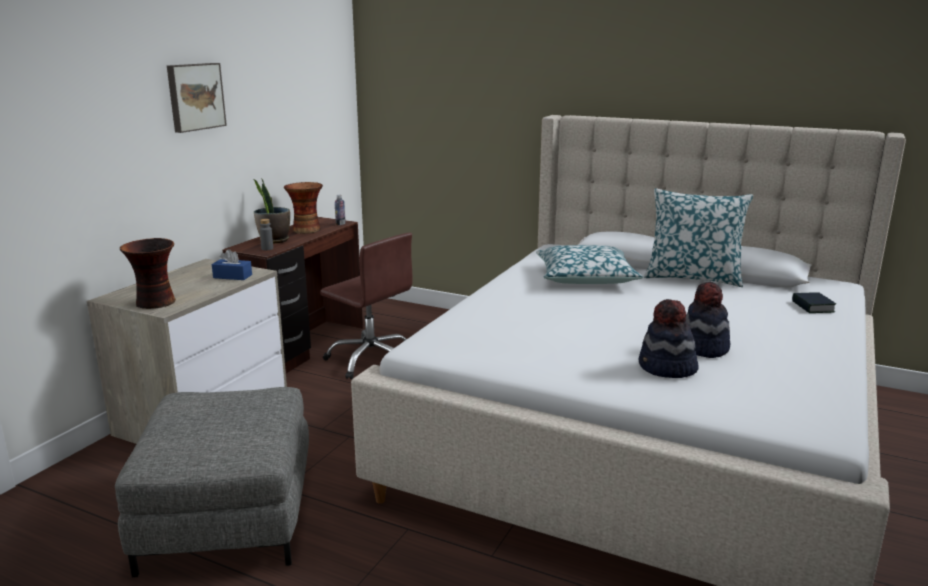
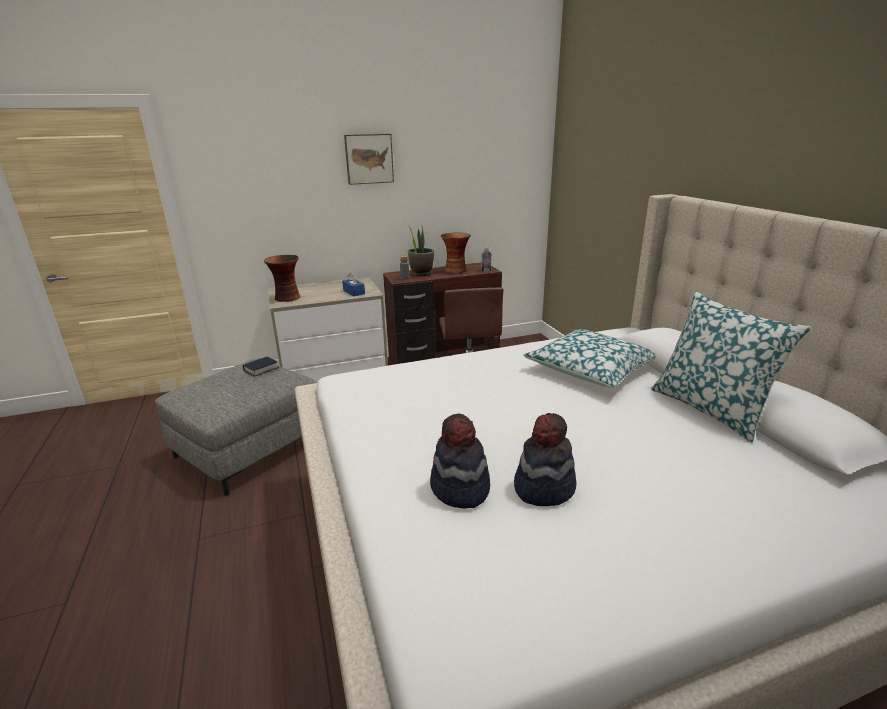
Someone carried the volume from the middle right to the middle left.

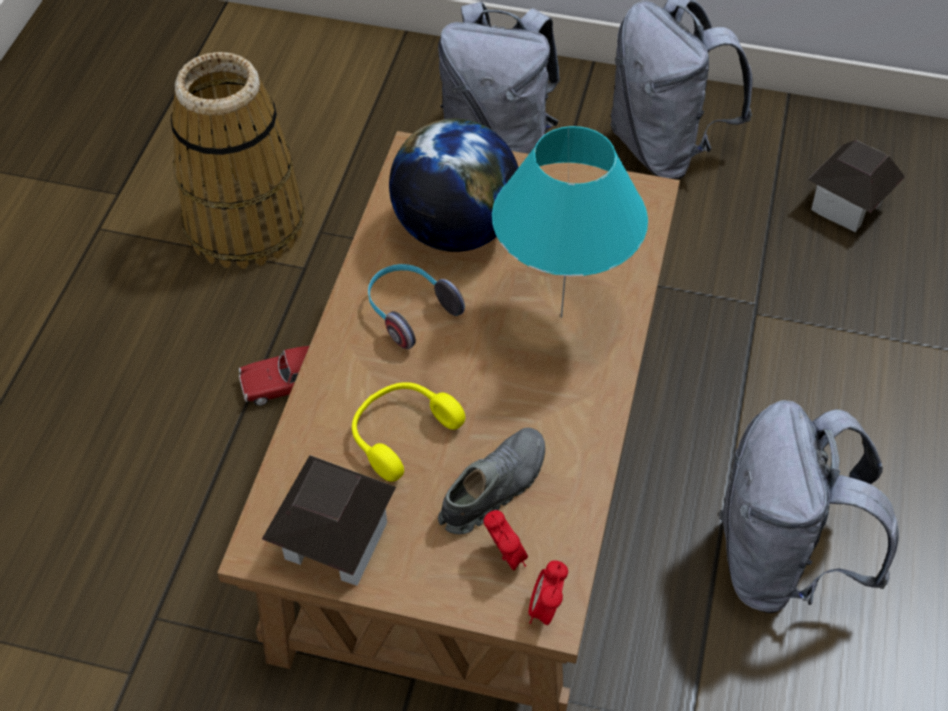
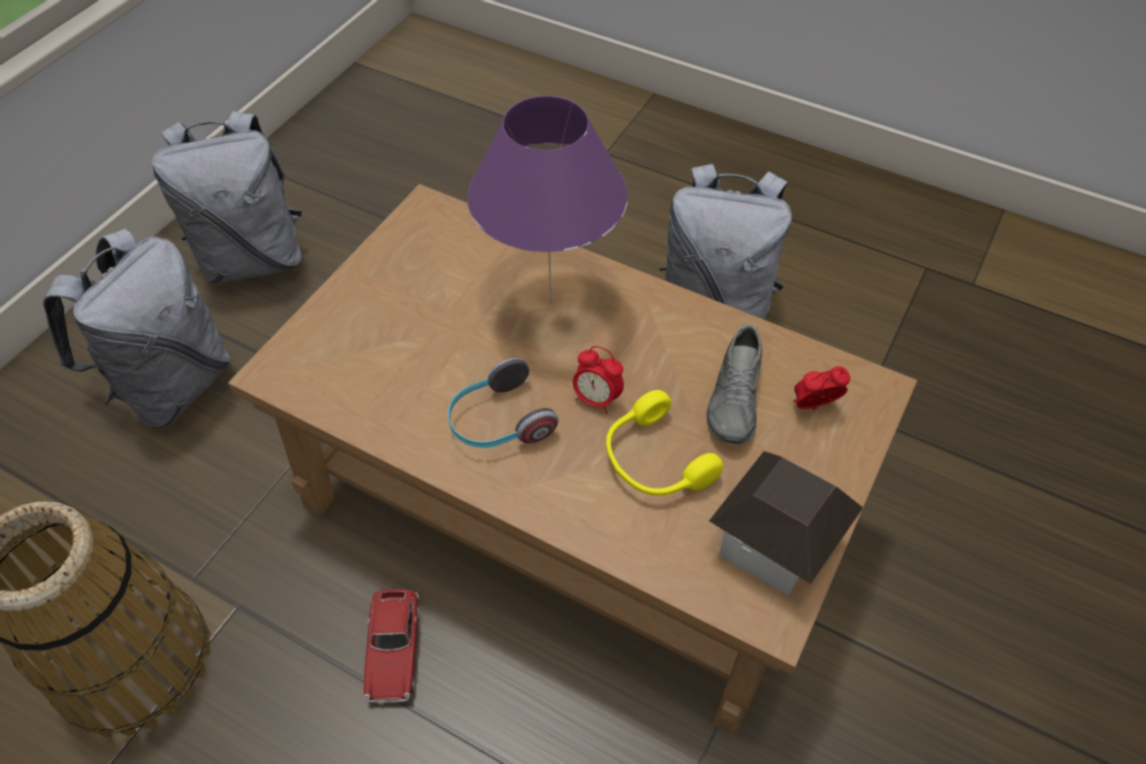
Someone took away the globe at the top centre.
Someone took away the miniature house (2nd from left) at the top right.
Someone carried the alarm clock (2nd from left in the first image) from the bottom centre to the centre.
Someone repainted the turquoise lamp for a table at the top centre, which became the purple lamp for a table at the top centre.
Someone rotated the gray shoe at the bottom centre by 135 degrees counterclockwise.

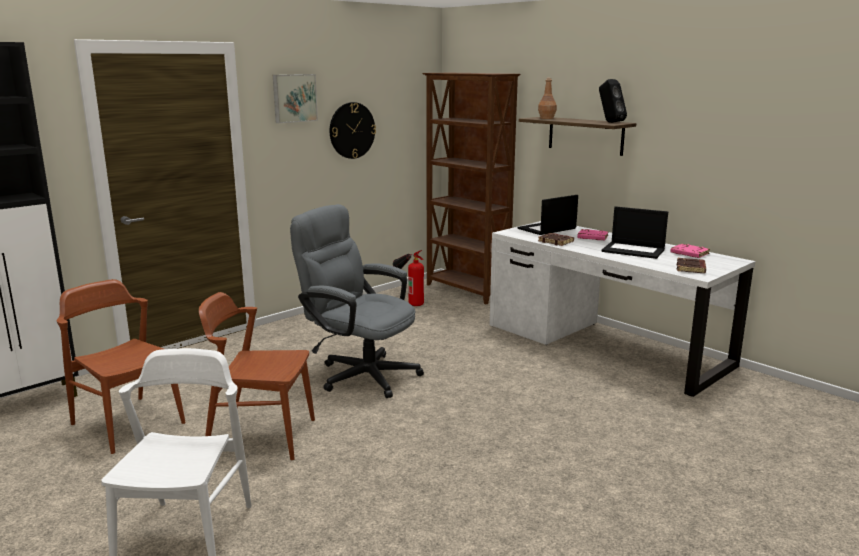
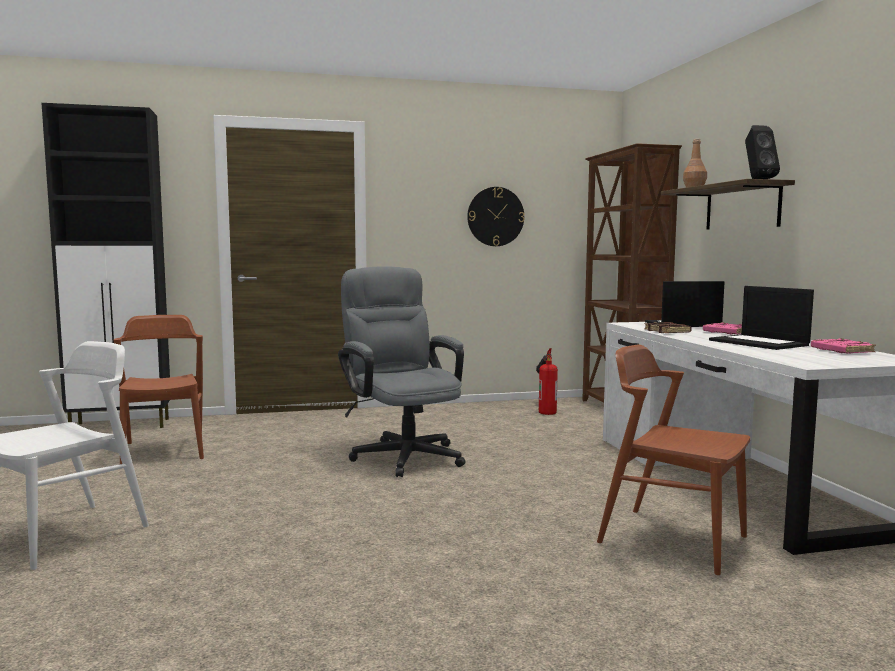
Someone took away the wall art at the top centre.
Someone took away the brownish volume (2nd from left) at the middle right.
Someone carried the brownish plain chair (2nd from left) from the bottom left to the bottom right.

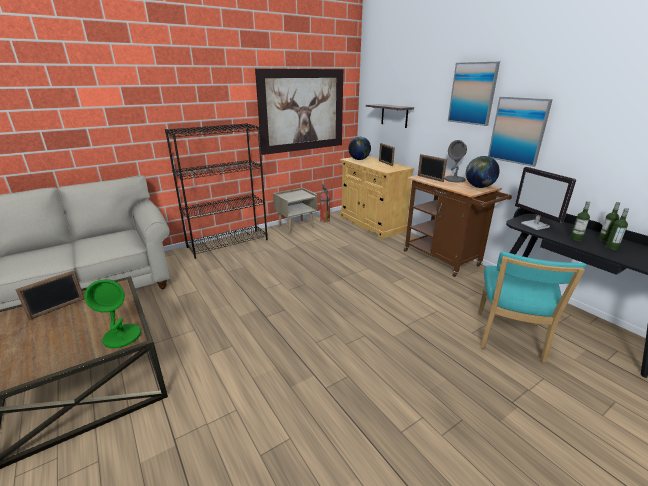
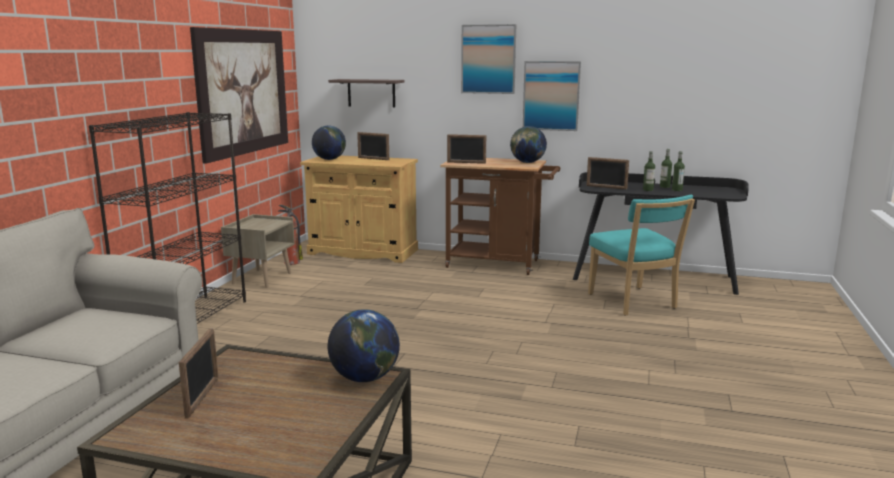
Someone took away the gray lamp for a table at the top right.
Someone swapped the green lamp for a table at the middle left for the globe (2nd from left) at the bottom centre.
Someone swapped the computer display at the middle right for the photo frame (4th from left) at the middle right.

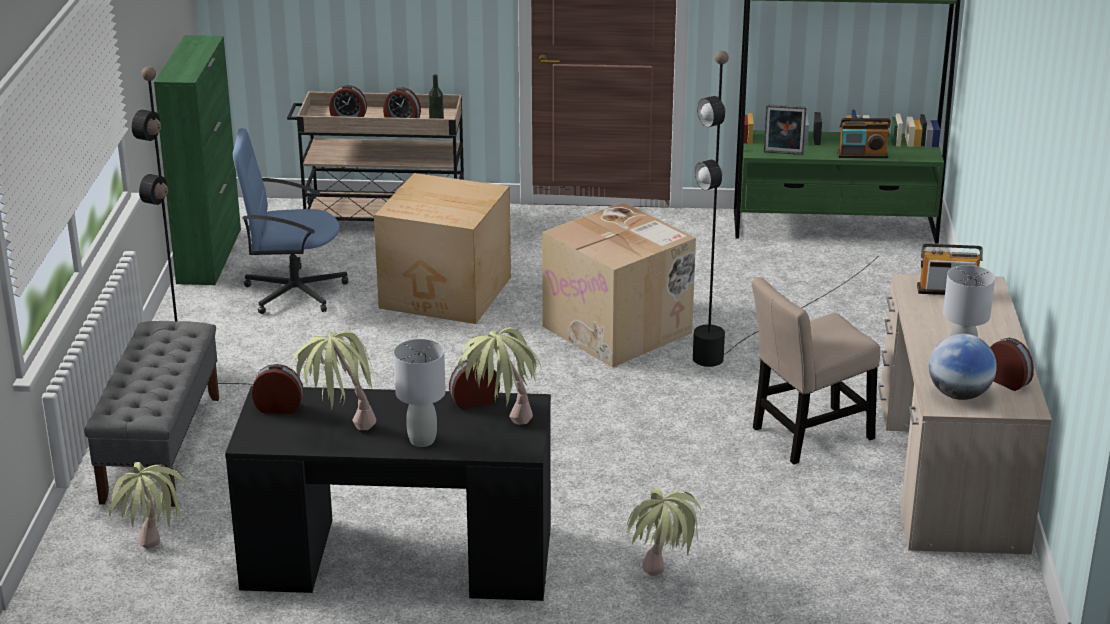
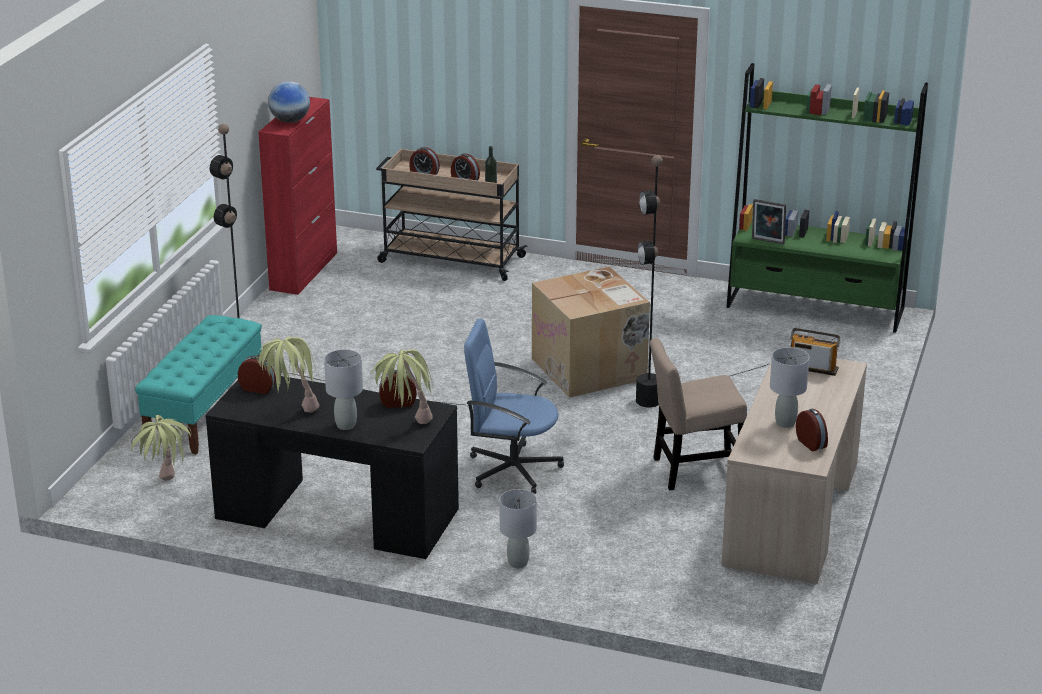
Someone took away the cardboard box (1st from left) at the centre.
Someone took away the radio set (1st from left) at the top right.
Someone carried the bluish desk chair from the middle left to the centre.
Someone carried the globe from the middle right to the top left.
Someone swapped the houseplant (4th from left) at the bottom centre for the gray lamp for a table (2nd from left) at the bottom centre.
Someone repainted the gray long seat at the middle left, which became the turquoise long seat at the middle left.
Someone repainted the green cabinet at the top left, which became the red cabinet at the top left.

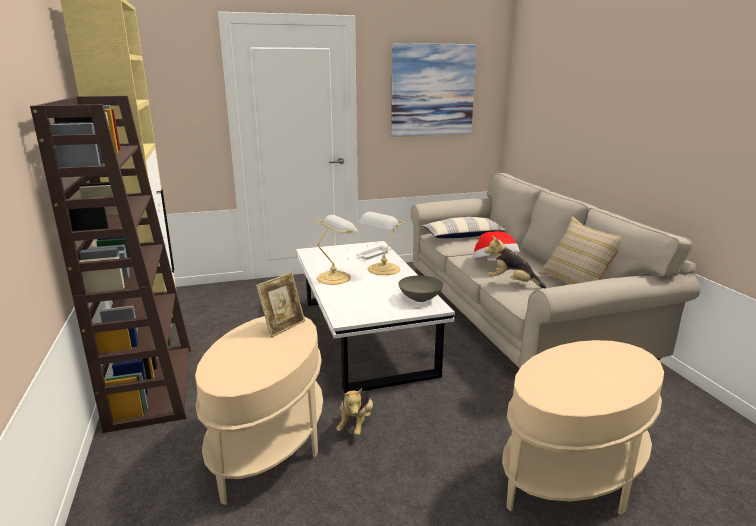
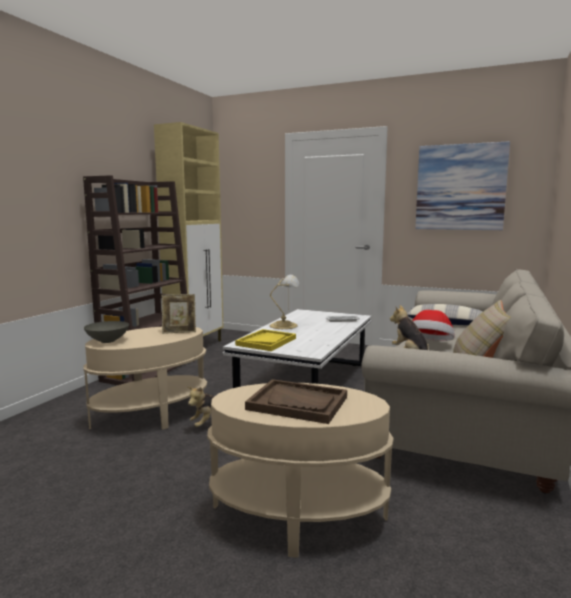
Someone took away the lamp for a table (2nd from left) at the centre.
Someone put down the yellowish carrying tray at the centre.
Someone put down the brownish carrying tray at the bottom centre.
Someone carried the gray deep dish from the centre to the middle left.

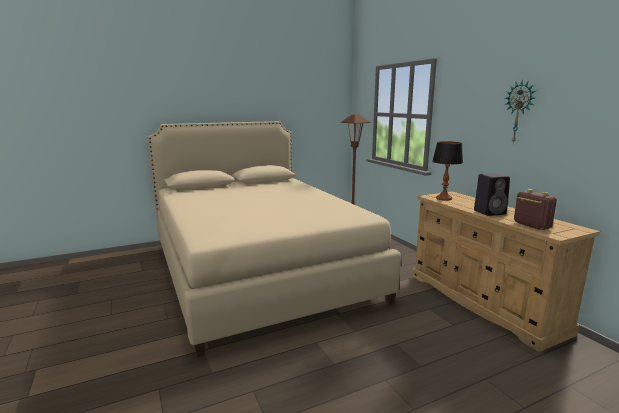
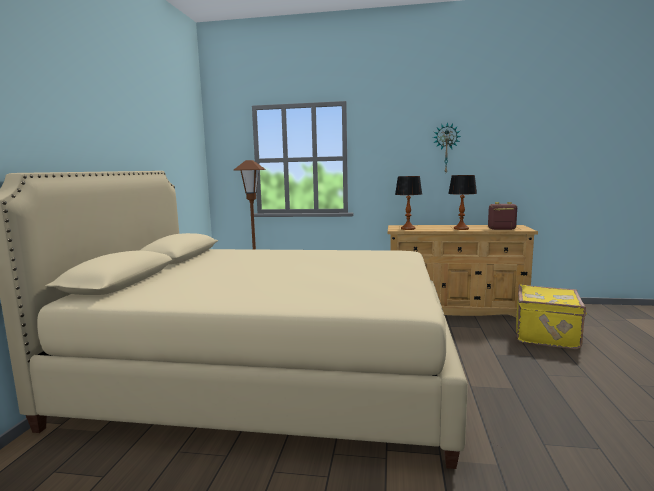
Someone put down the yellowish piece of luggage at the middle right.
Someone swapped the black speaker at the middle right for the lamp for a table (2nd from left) at the middle right.

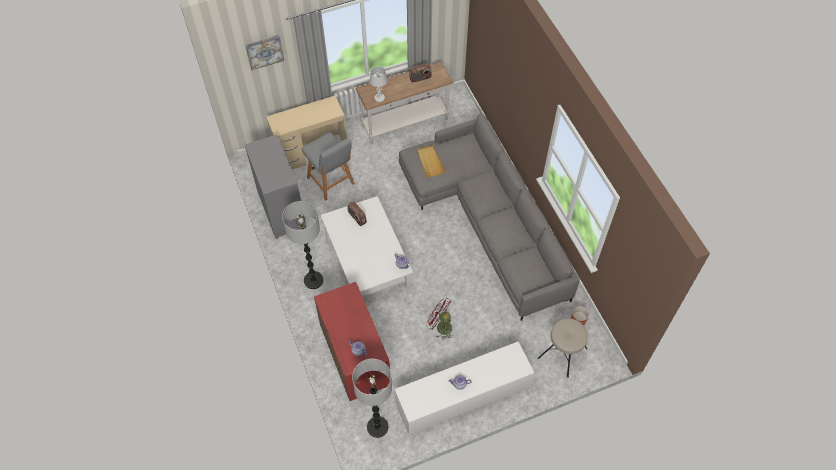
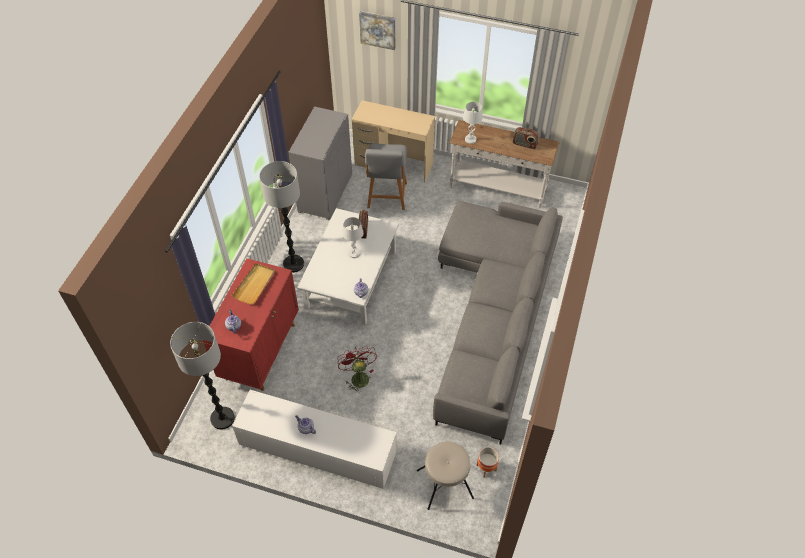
Someone put down the white-coloured lamp for a table (1st from left) at the centre.
Someone carried the beige-coloured carrying tray from the centre to the middle left.

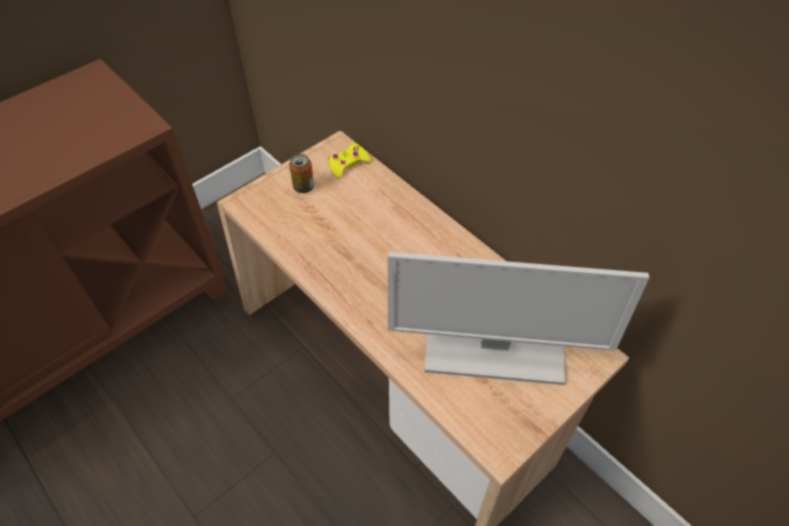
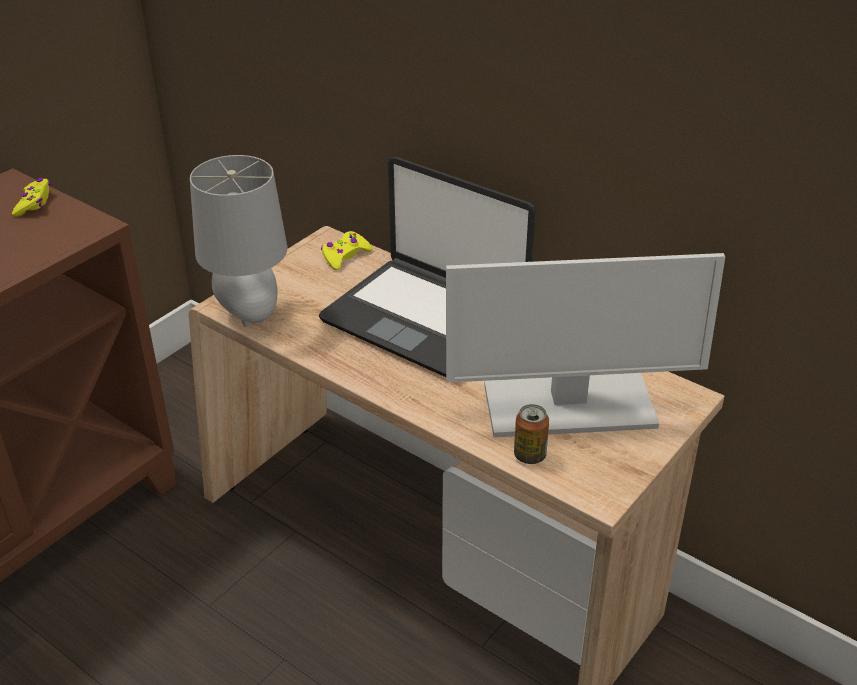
Someone put down the yellowish gamepad (1st from left) at the top left.
Someone put down the gray lamp for a table at the middle left.
Someone put down the laptop at the centre.
Someone carried the can from the top centre to the centre.

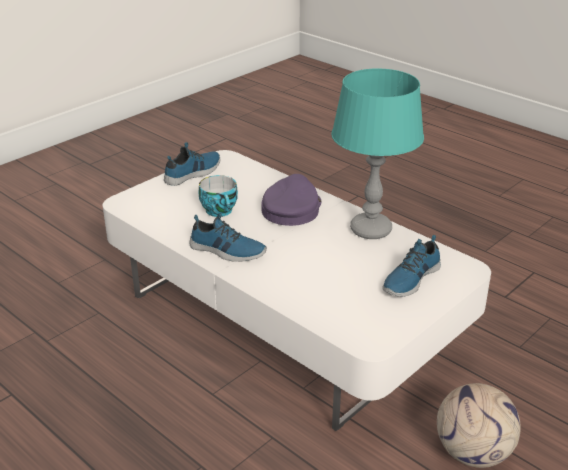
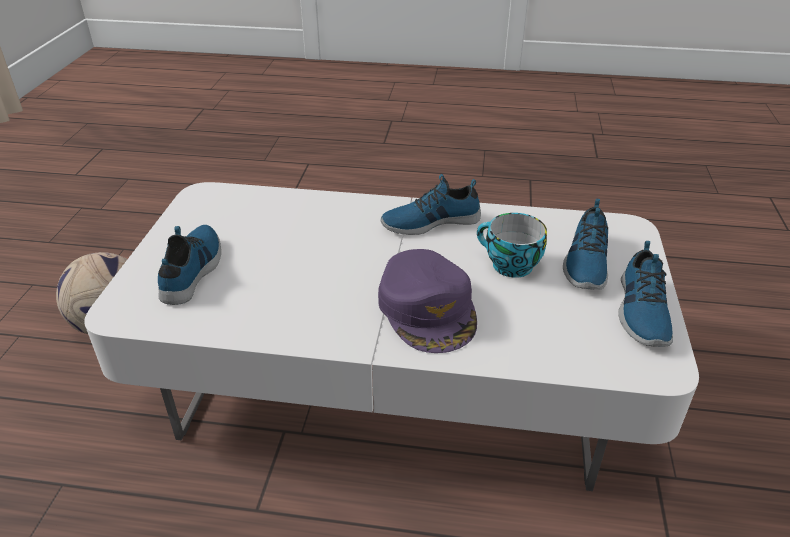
Someone took away the turquoise lamp for a table at the top centre.
Someone put down the shoe (3rd from left) at the middle right.

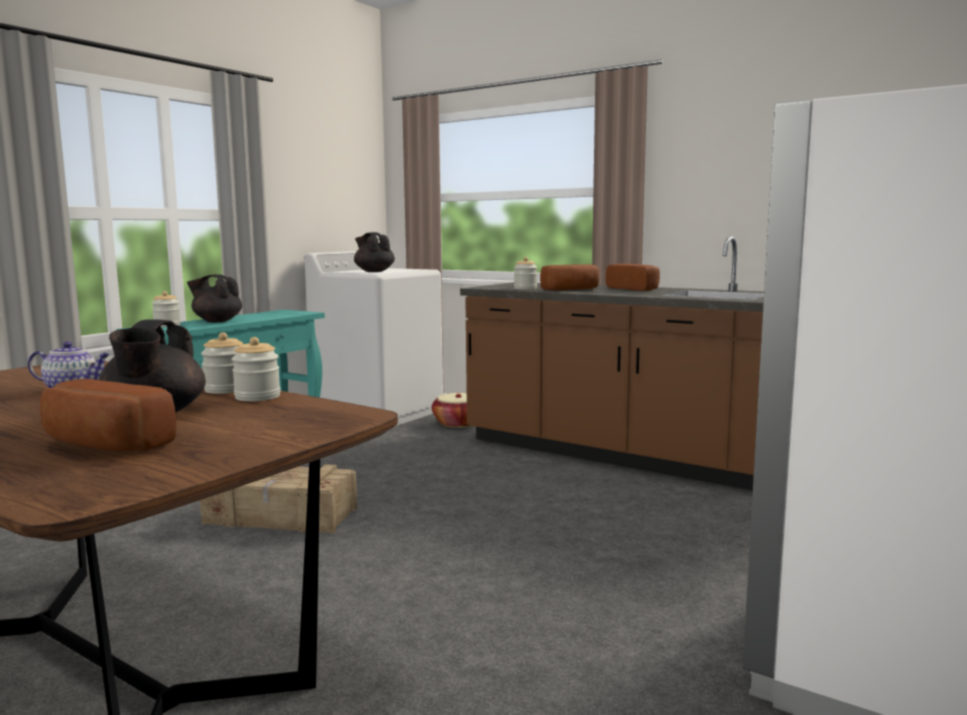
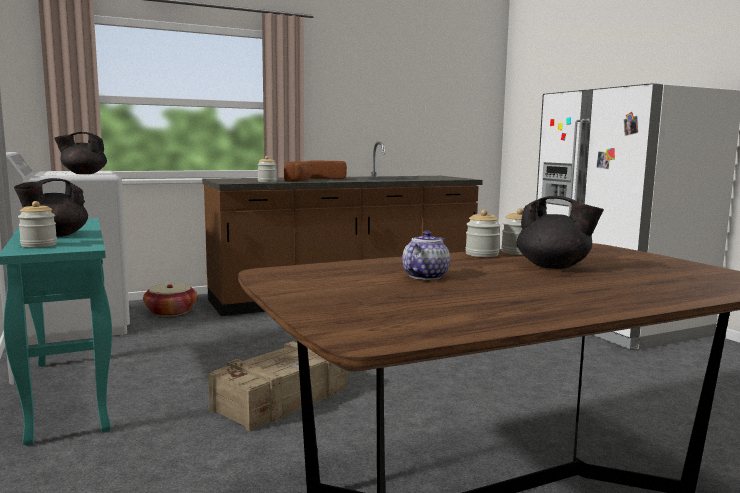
Someone took away the bread (1st from left) at the middle left.

